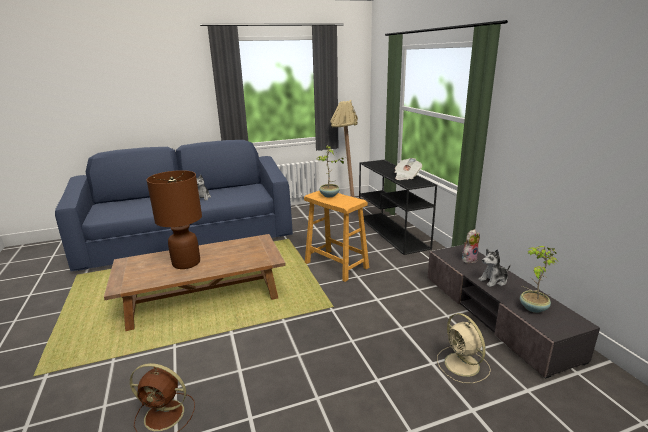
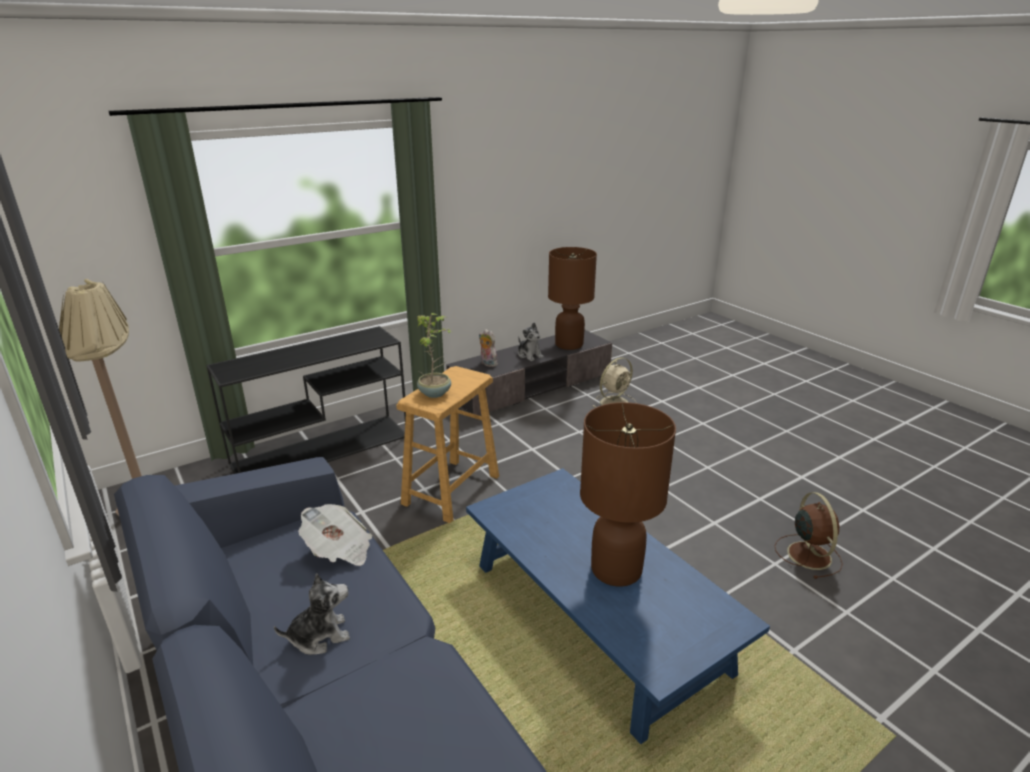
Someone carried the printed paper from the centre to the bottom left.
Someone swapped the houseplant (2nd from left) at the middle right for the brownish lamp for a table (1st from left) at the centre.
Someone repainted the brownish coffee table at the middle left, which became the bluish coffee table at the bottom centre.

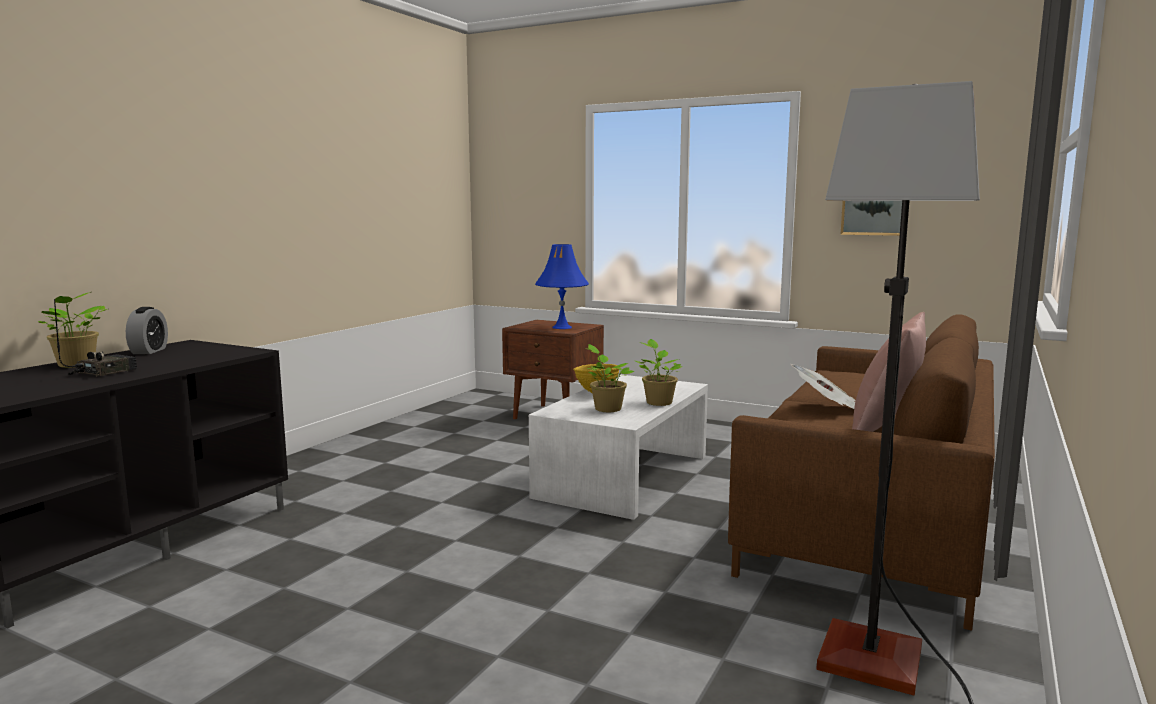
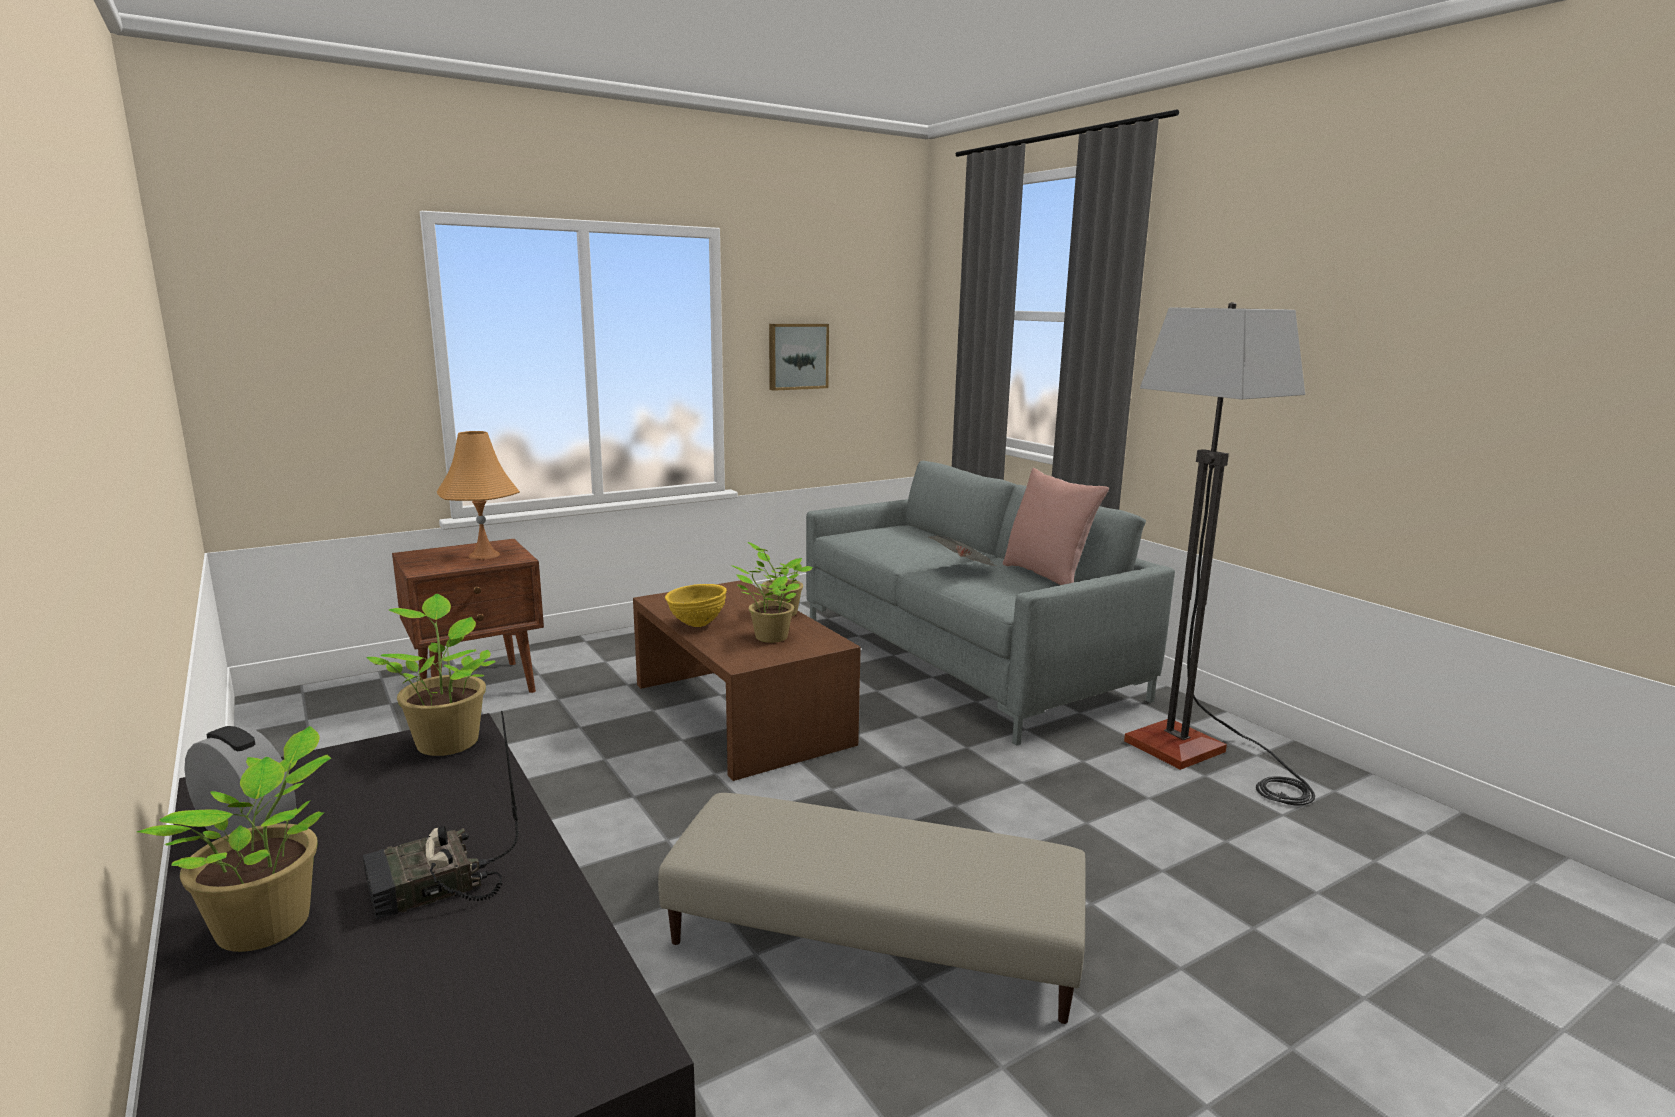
Someone put down the houseplant (2nd from left) at the middle left.
Someone put down the beige-coloured ottoman at the bottom centre.
Someone repainted the white-coloured coffee table at the centre, which became the brownish coffee table at the centre.
Someone repainted the bluish lamp for a table at the centre, which became the orange lamp for a table at the middle left.
Someone repainted the brownish settee at the bottom right, which became the gray settee at the centre.
Someone rotated the radio set at the middle left by 90 degrees counterclockwise.

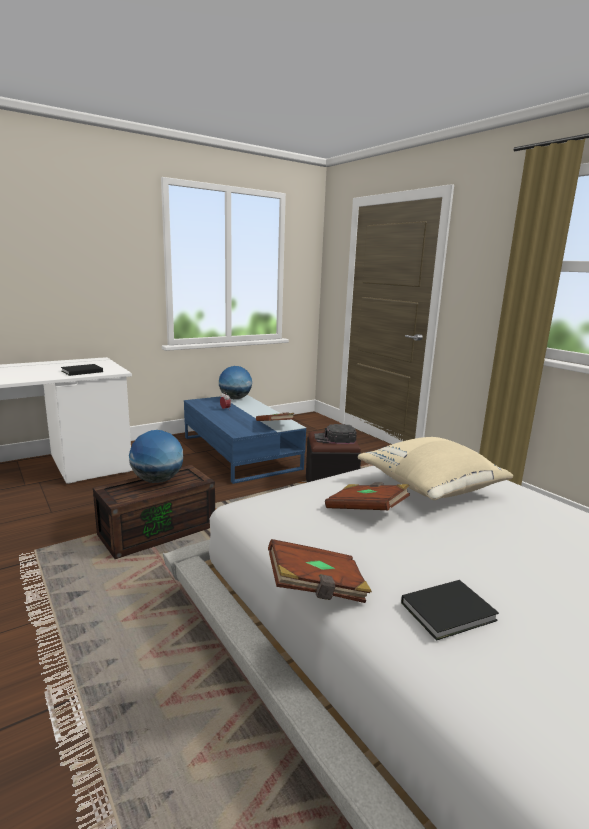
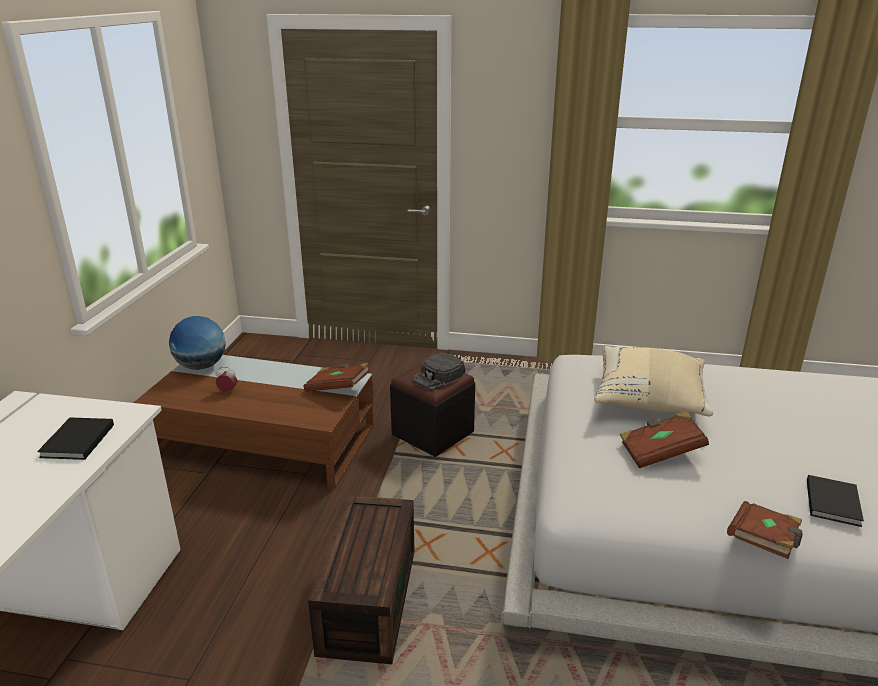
Someone took away the globe (1st from left) at the middle left.
Someone repainted the bluish coffee table at the centre, which became the brownish coffee table at the middle left.

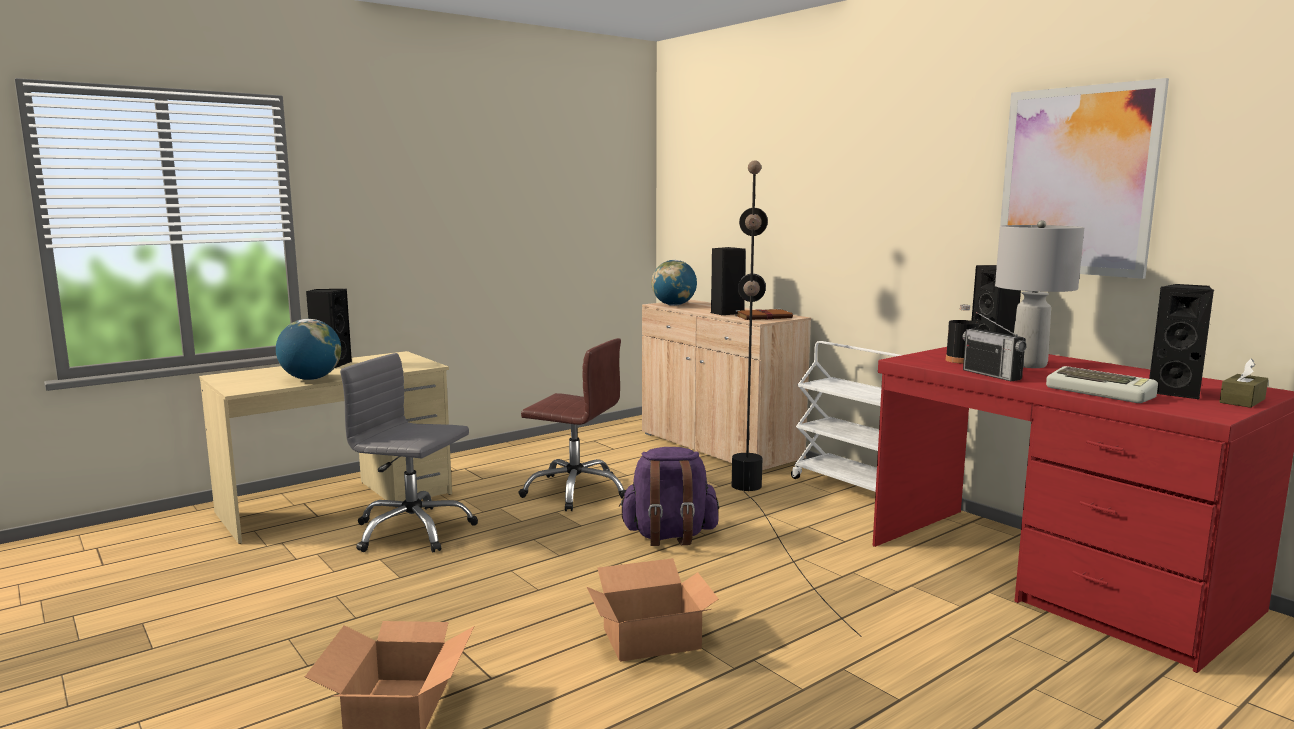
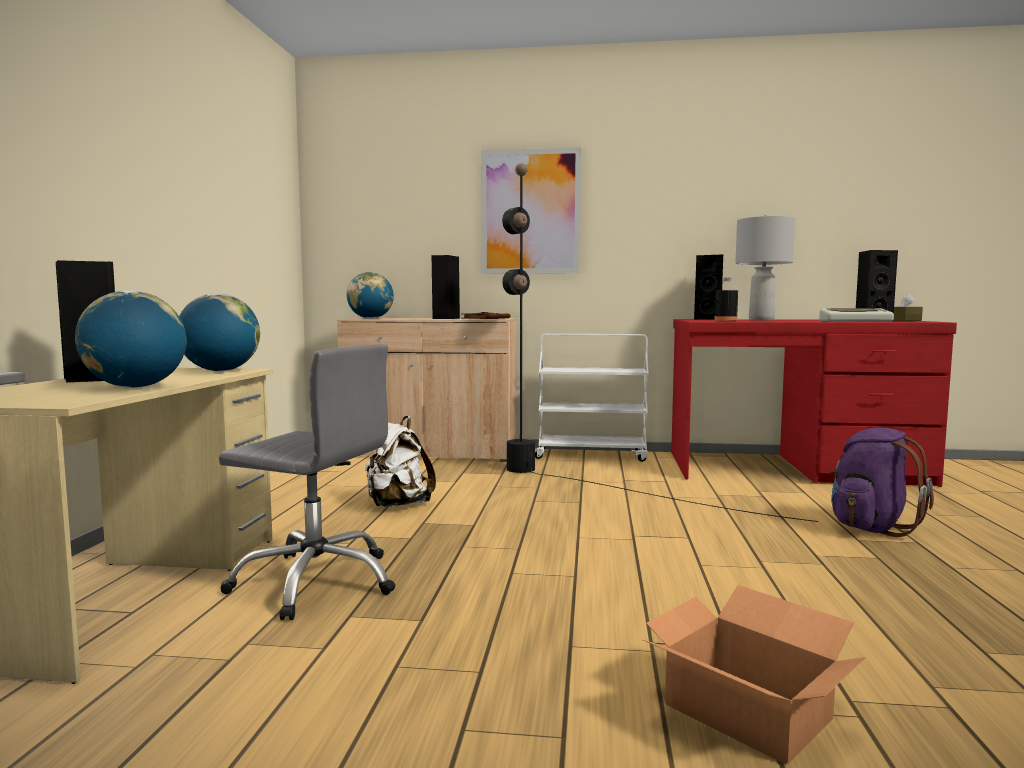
Someone took away the cardboard box (2nd from left) at the bottom centre.
Someone took away the radio set at the middle right.
Someone put down the globe (2nd from left) at the middle left.
Someone carried the purple knapsack from the bottom centre to the middle right.
Someone carried the wall art from the top right to the top centre.
Someone swapped the brownish desk chair at the centre for the white-coloured knapsack at the centre.
Someone rotated the gray desk chair at the middle left by 135 degrees counterclockwise.

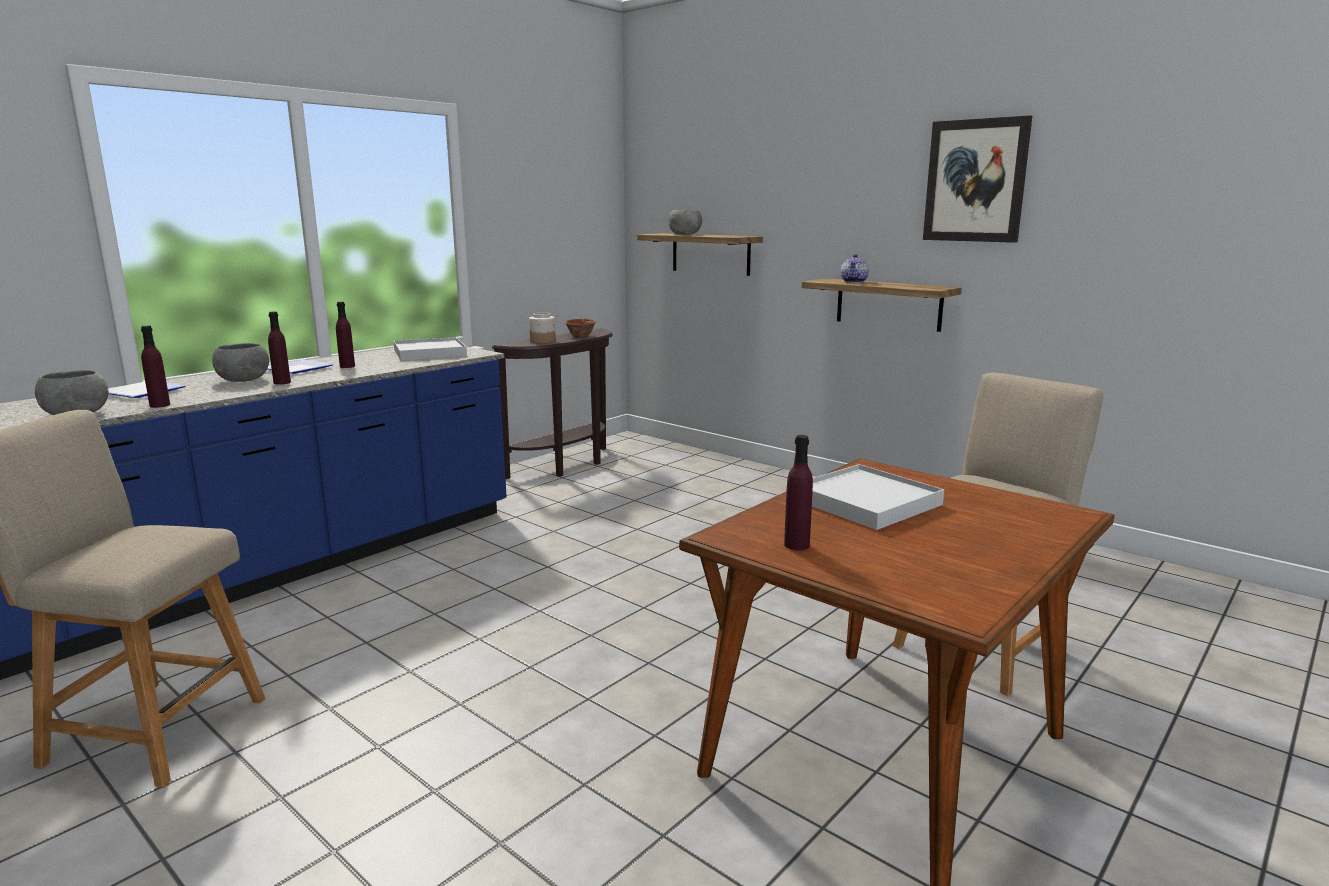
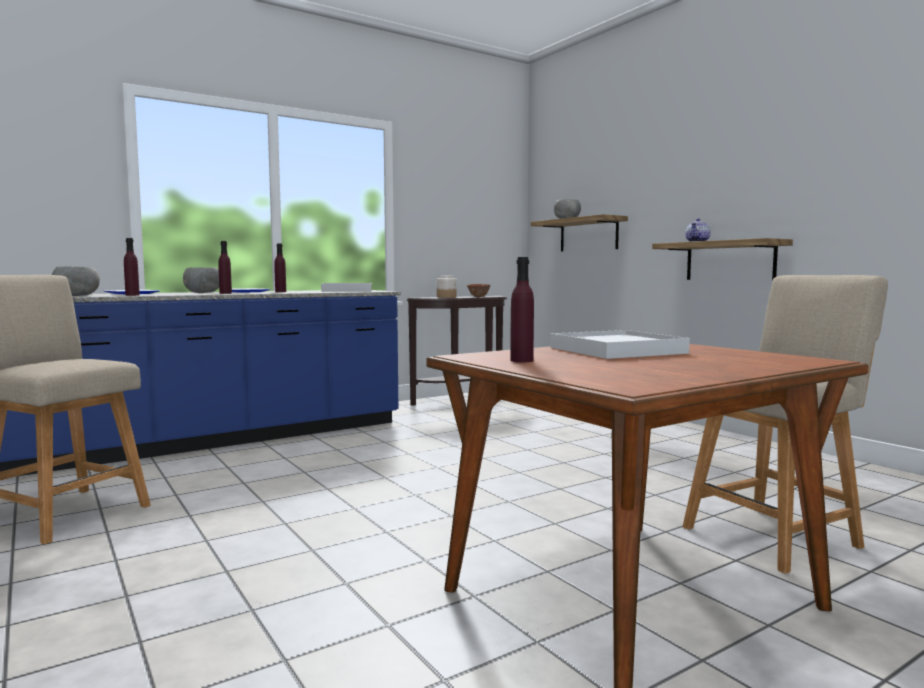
Someone took away the wall art at the top right.

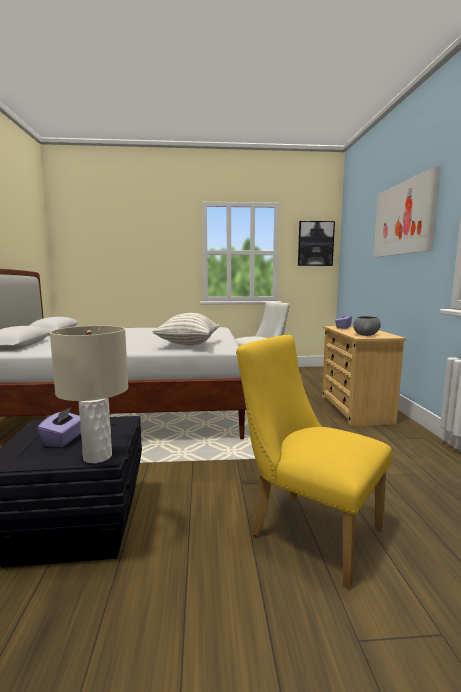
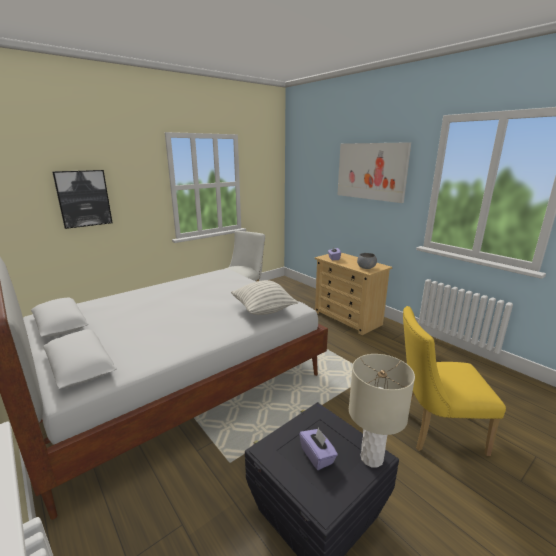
Someone carried the wall art (1st from left) from the middle right to the middle left.

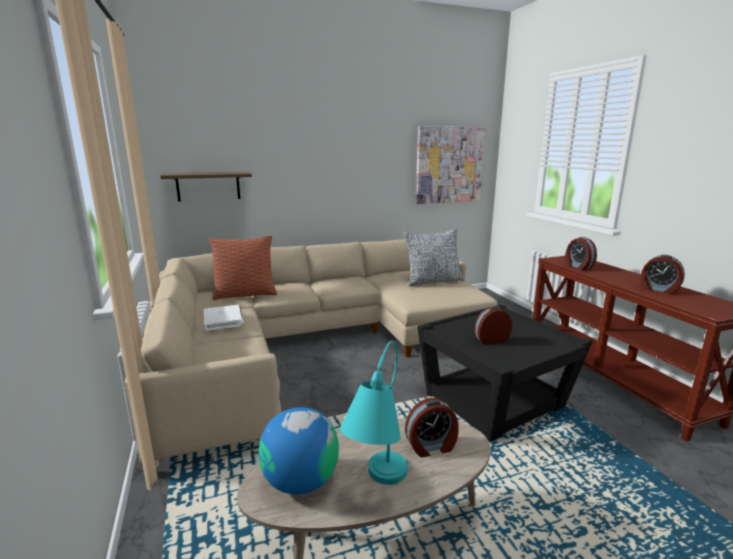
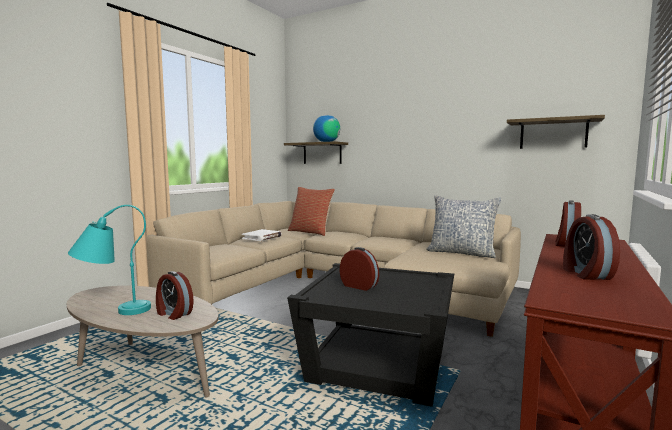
Someone carried the globe from the bottom centre to the top centre.
Someone swapped the wall art at the top centre for the shelf (2nd from left) at the top right.

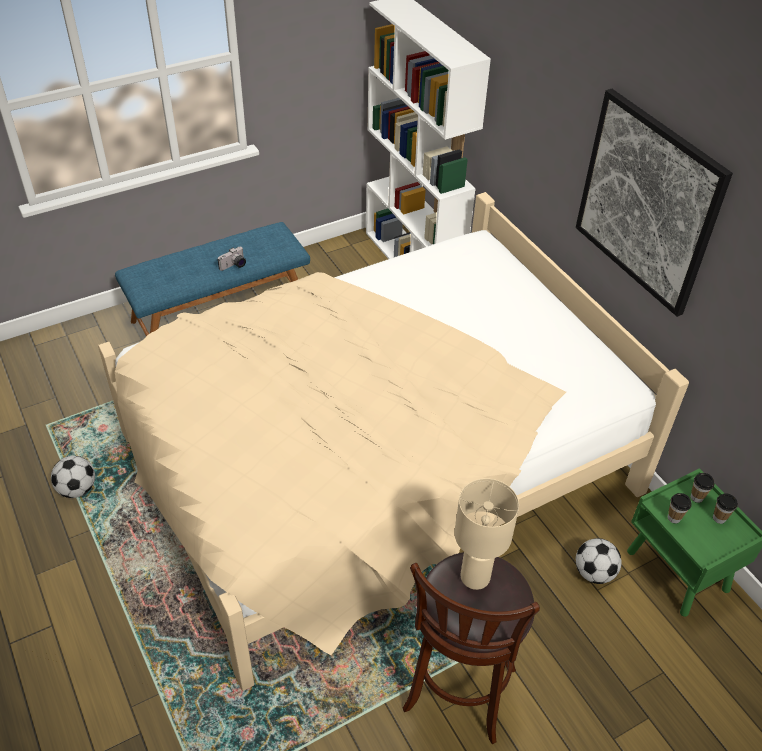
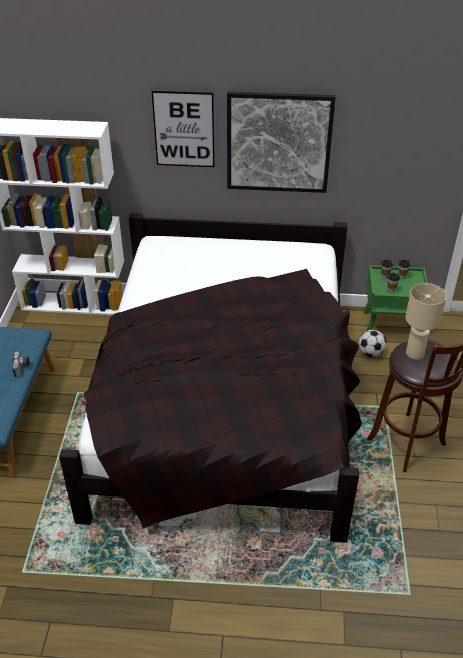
Someone took away the football (1st from left) at the middle left.
Someone put up the wall art (1st from left) at the top centre.
Someone repainted the beige-coloured bed at the centre, which became the black bed at the centre.

